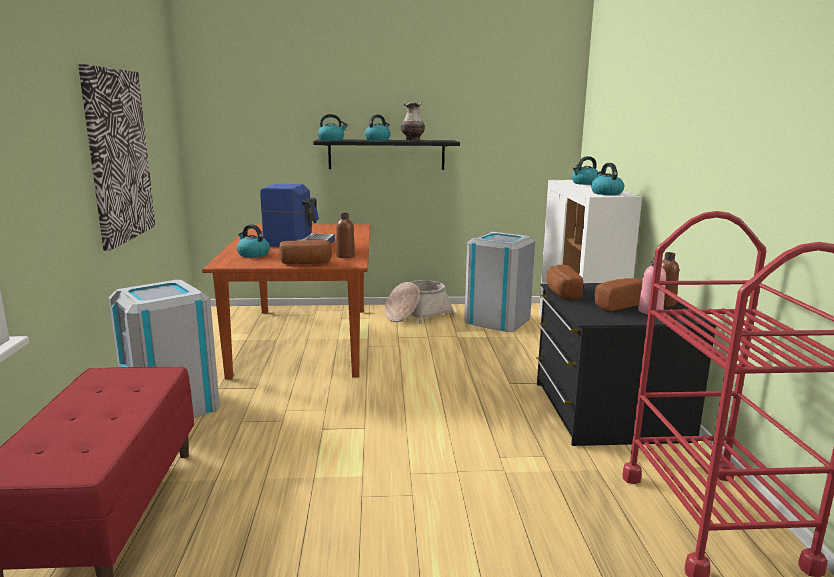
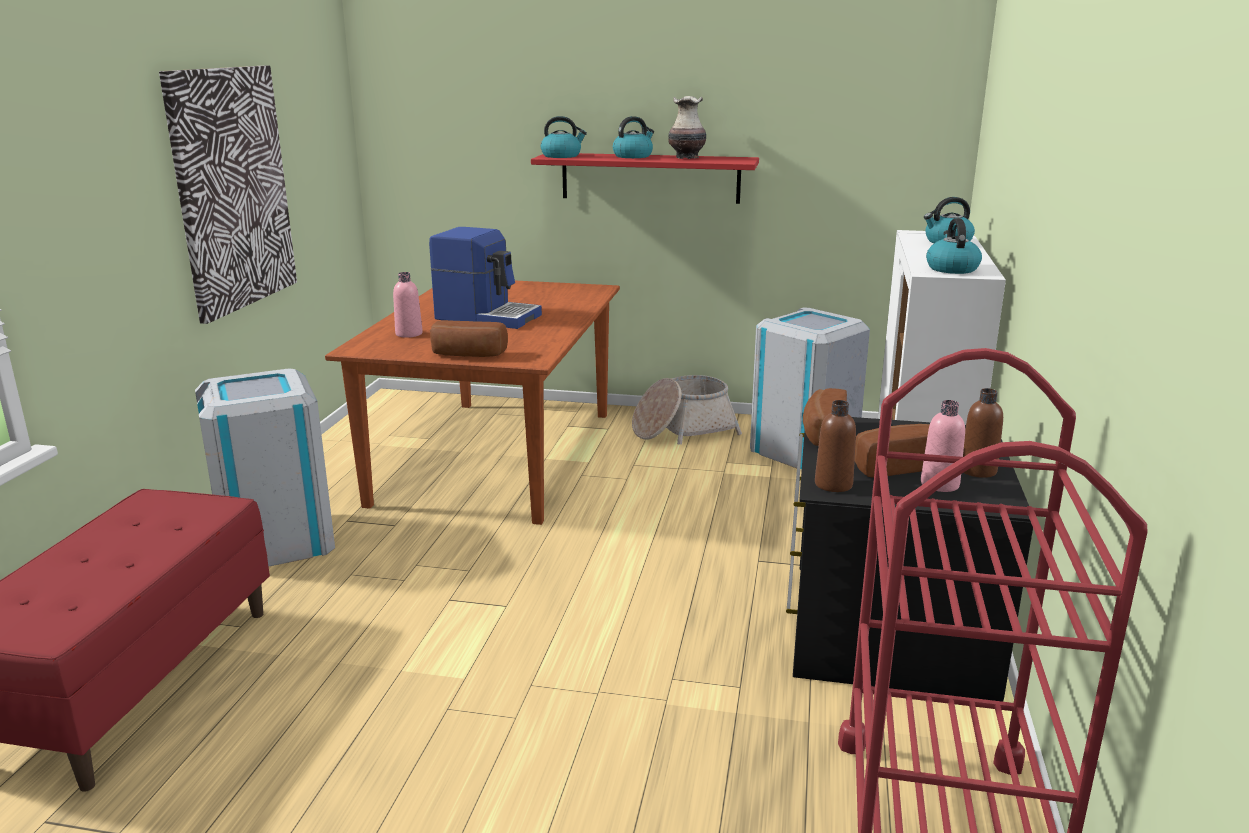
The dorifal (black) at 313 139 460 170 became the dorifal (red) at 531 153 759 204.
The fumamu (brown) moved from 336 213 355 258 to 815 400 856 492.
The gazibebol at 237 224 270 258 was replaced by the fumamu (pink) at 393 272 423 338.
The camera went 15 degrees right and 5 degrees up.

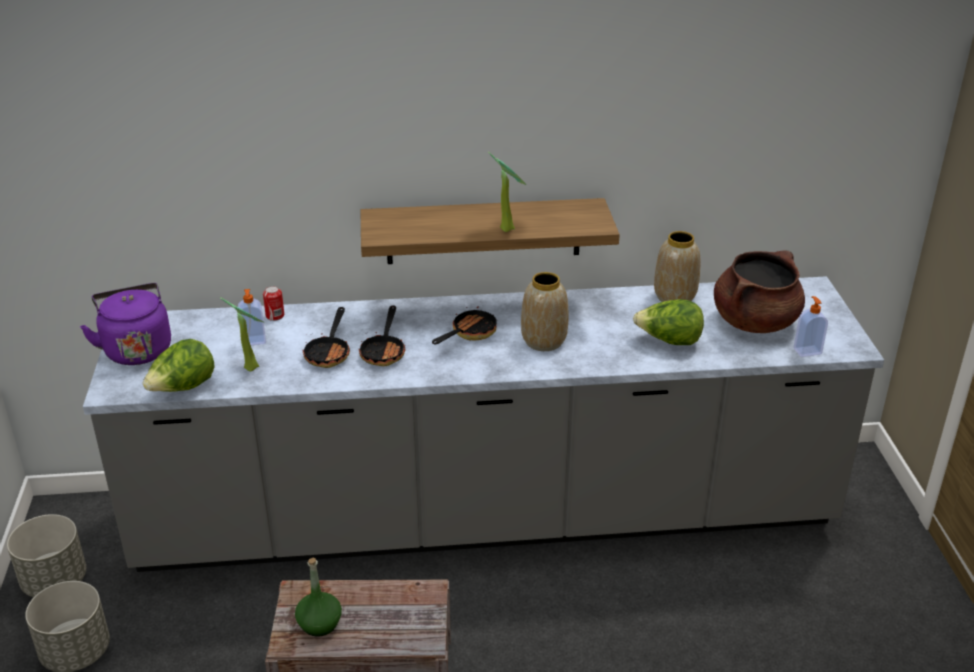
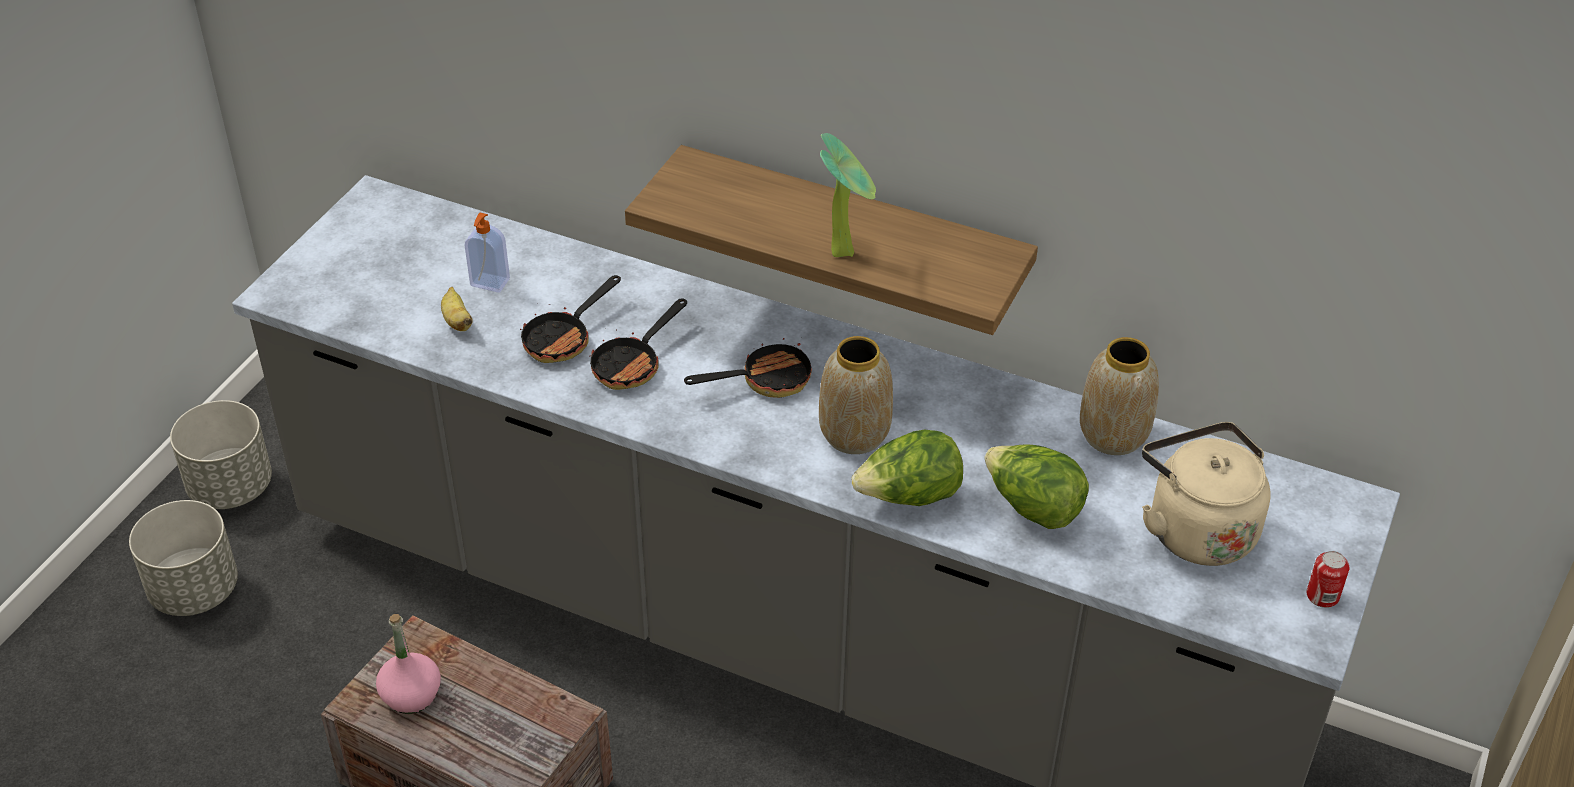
The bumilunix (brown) at 714 251 805 333 was replaced by the gazibebol (beige) at 1142 422 1271 566.
The gazibebol (purple) at 80 283 171 365 disappeared.
The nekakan moved from 263 286 284 321 to 1306 551 1349 608.
The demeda at 794 296 828 357 disappeared.
The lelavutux at 220 297 263 372 was replaced by the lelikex at 441 287 473 331.
The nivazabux moved from 143 339 214 392 to 852 430 963 506.
The fumamu (green) at 295 558 342 637 became the fumamu (pink) at 376 614 441 714.
The camera went 30 degrees right and 10 degrees up.

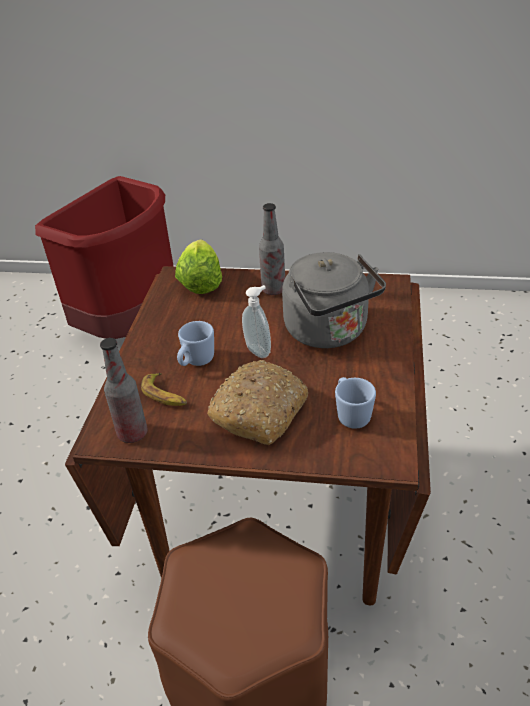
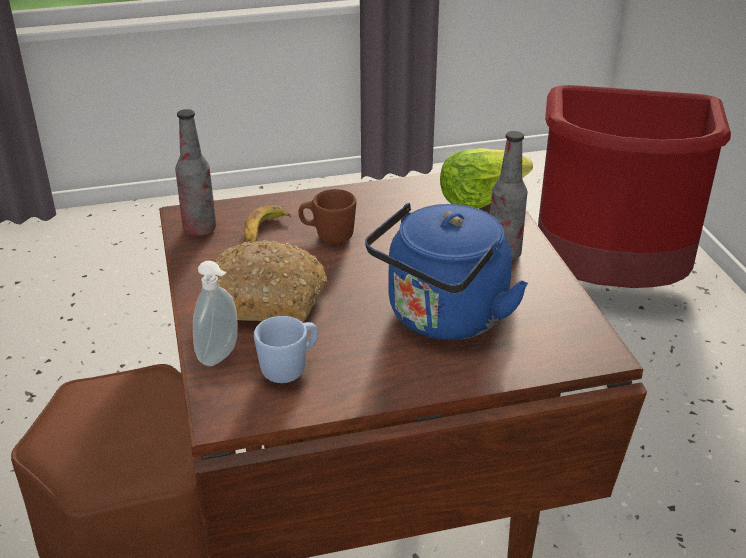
The gazibebol (grey) at 282 252 386 348 became the gazibebol (blue) at 365 203 528 340.
The demeda moved from 242 285 271 358 to 193 261 238 366.
The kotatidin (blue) at 177 321 214 366 became the kotatidin (brown) at 298 189 356 244.
The camera went 65 degrees right and 5 degrees down.

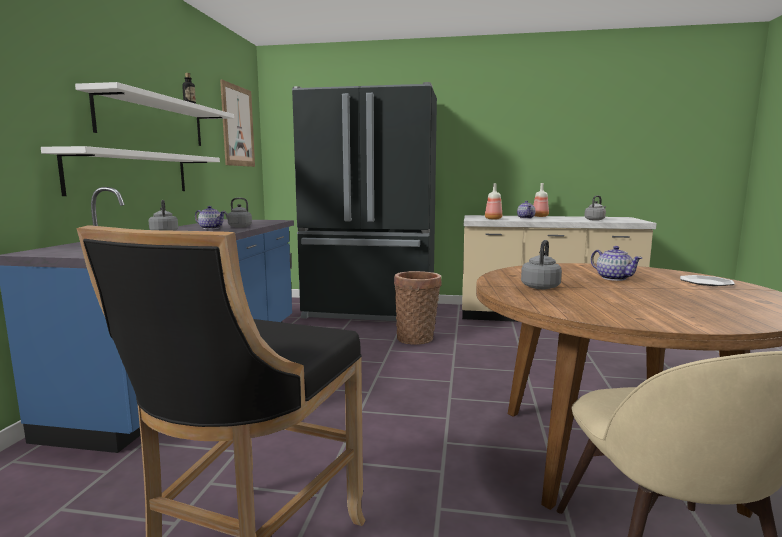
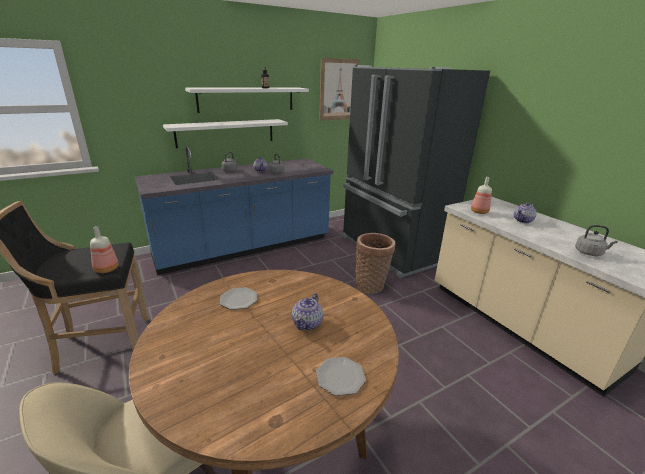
The fumamu moved from 533 183 549 217 to 90 226 119 273.
The gazibebol (grey) at 521 240 562 289 was replaced by the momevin at 220 287 257 310.
The camera went 50 degrees right and 15 degrees up.

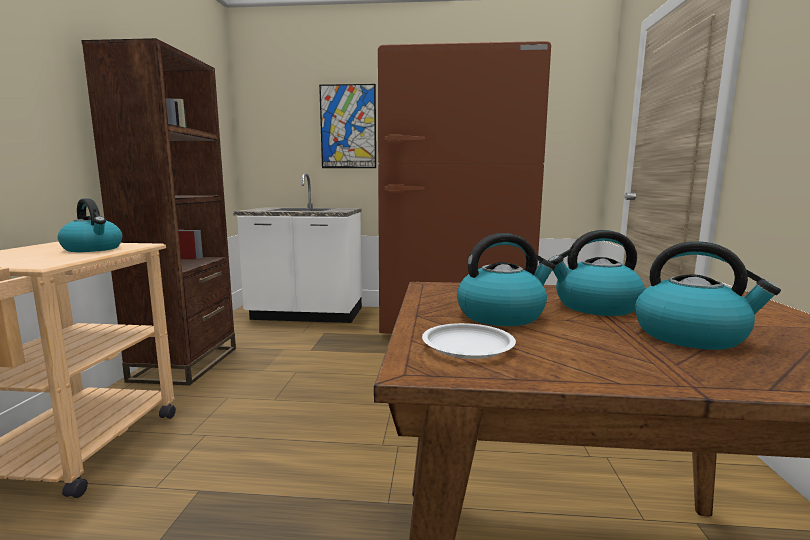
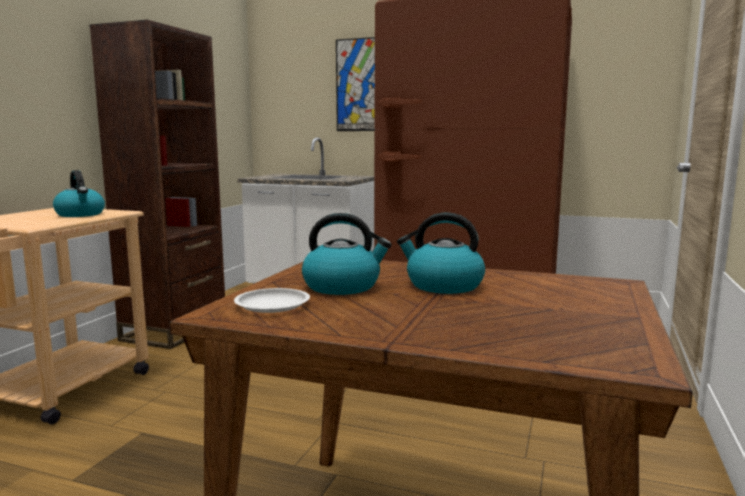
The gazibebol at 635 241 781 350 disappeared.
The camera went 15 degrees right and 0 degrees up.

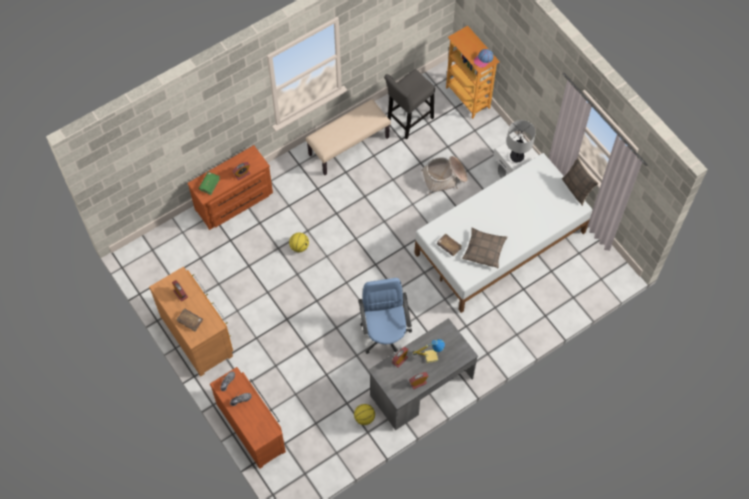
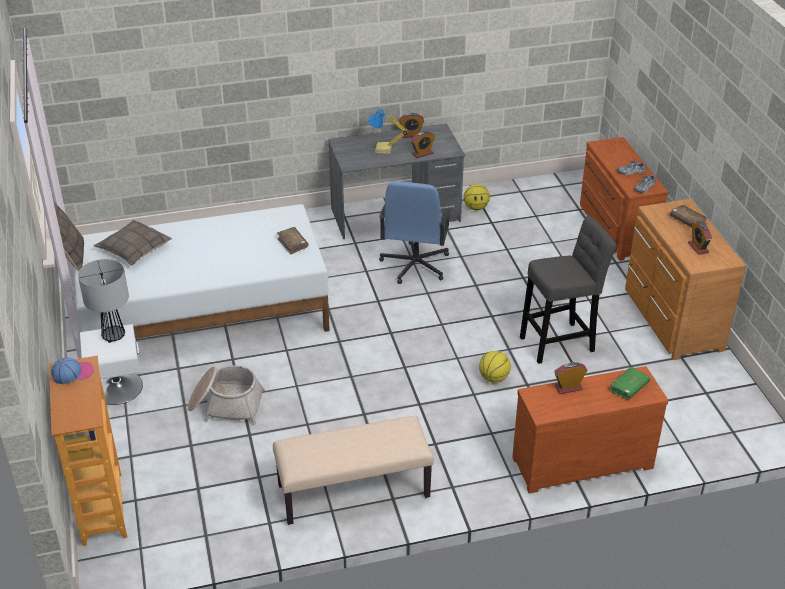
The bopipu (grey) moved from 384 69 435 139 to 520 216 617 364.
The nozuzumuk moved from 462 227 507 268 to 94 220 172 266.
The camera went 160 degrees left and 25 degrees down.

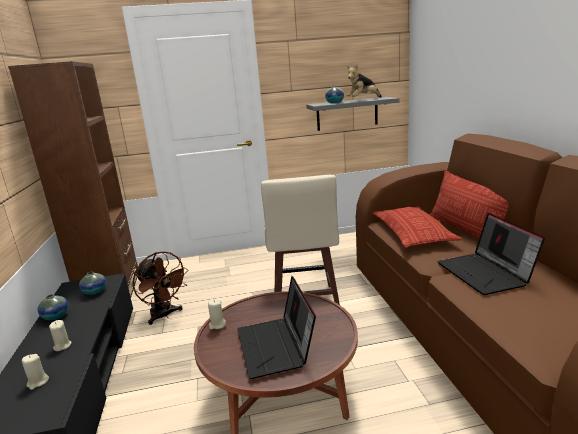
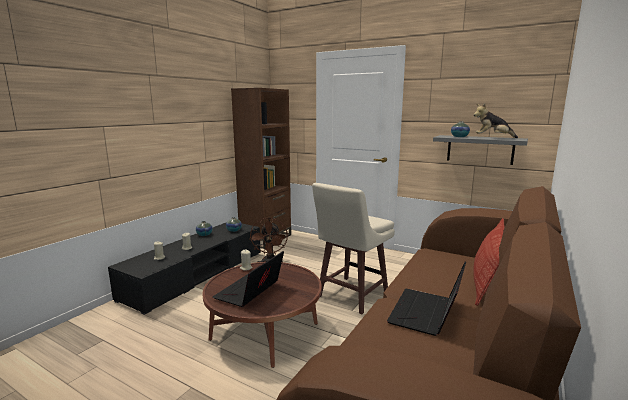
The nozuzumuk at 373 206 462 248 disappeared.
The camera went 40 degrees right and 5 degrees down.

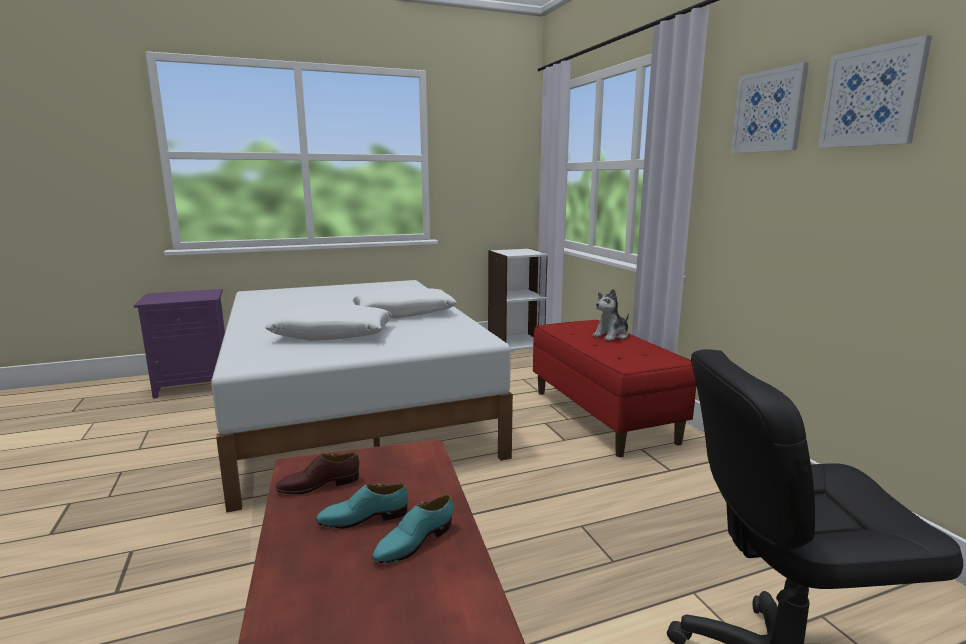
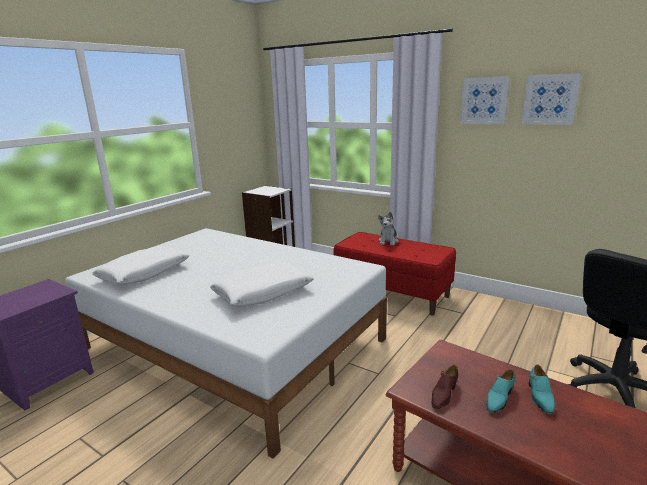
The nozuzumuk (white) moved from 353 287 457 319 to 92 247 190 285.
The camera went 35 degrees left and 5 degrees up.

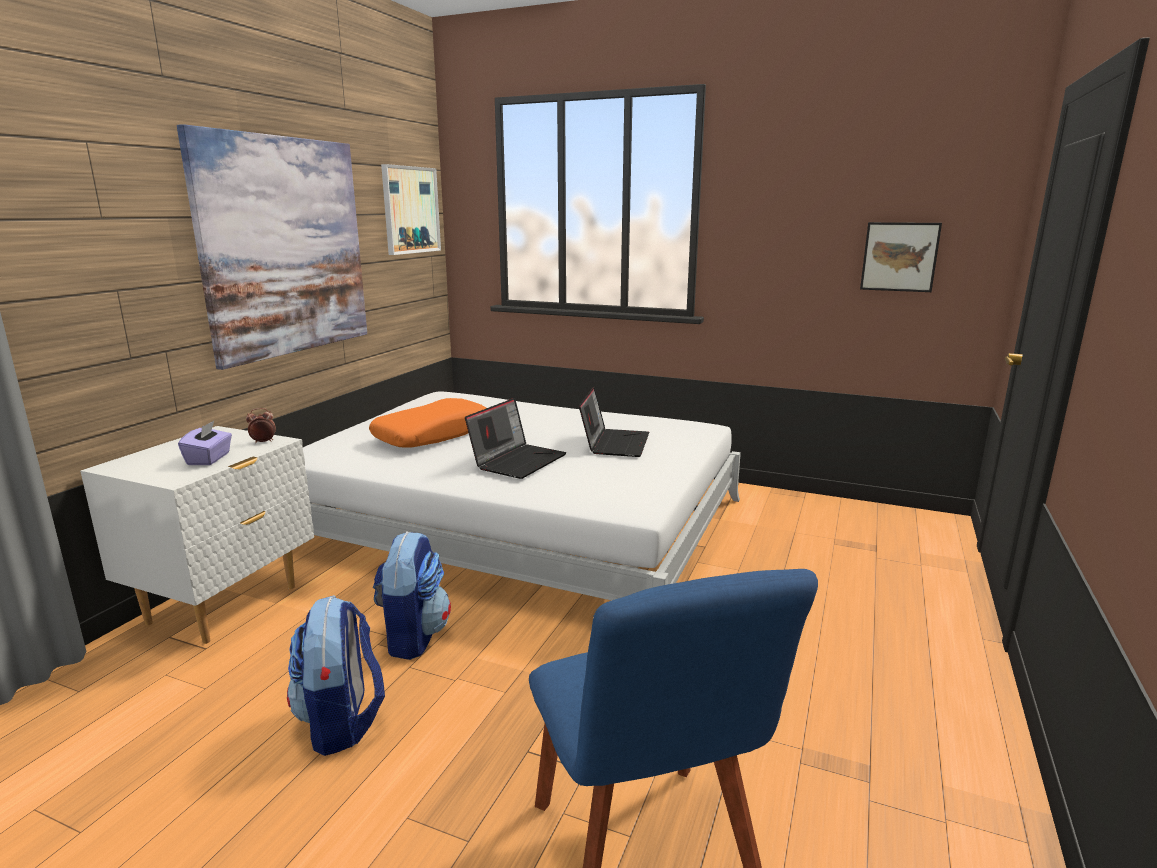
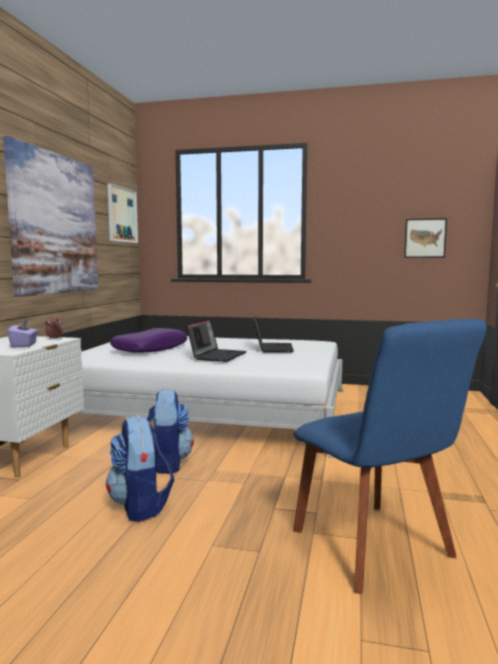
The nozuzumuk (orange) at 369 398 486 447 became the nozuzumuk (purple) at 110 328 187 353.
The camera went 10 degrees left and 10 degrees down.

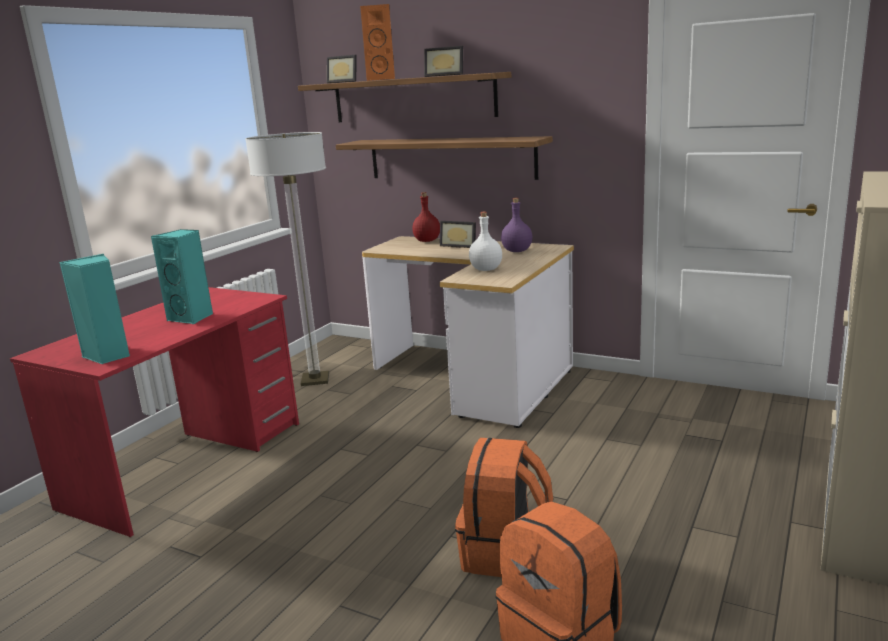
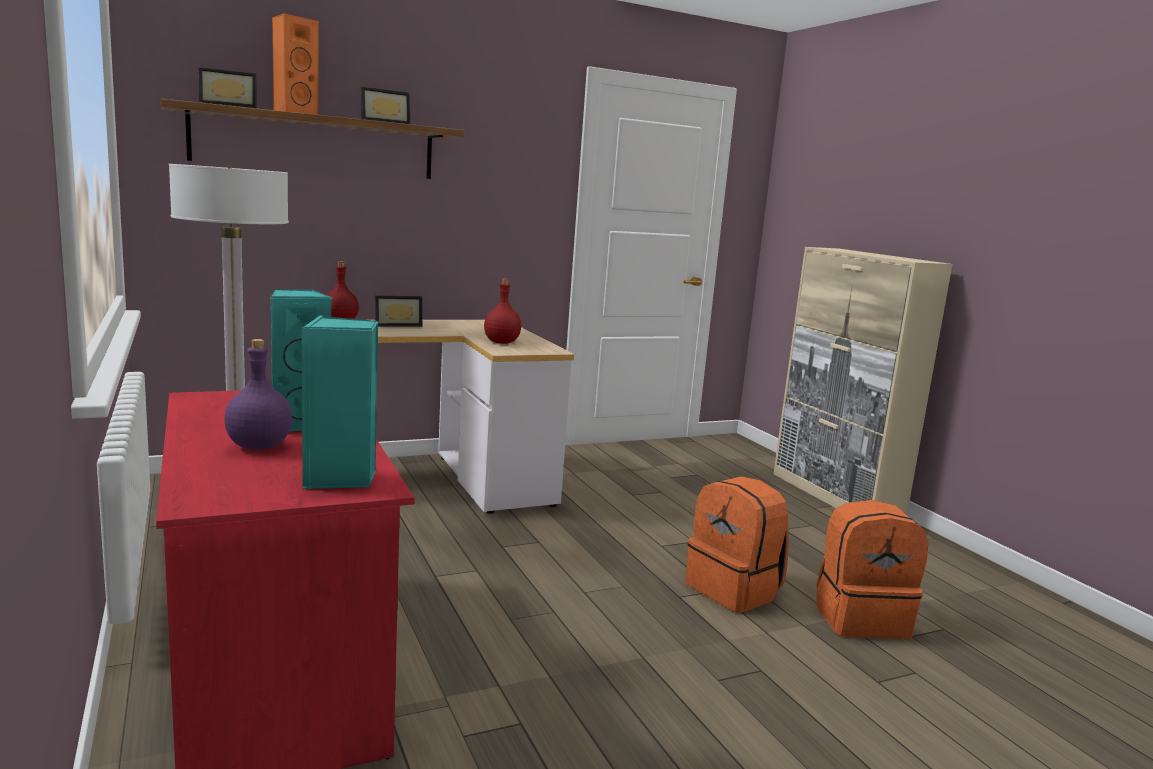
The dorifal at 336 136 553 180 disappeared.
The fumamu (purple) moved from 501 198 532 252 to 224 339 292 450.
The fumamu (white) at 469 212 502 271 became the fumamu (red) at 484 279 521 344.
The camera went 55 degrees left and 5 degrees down.

